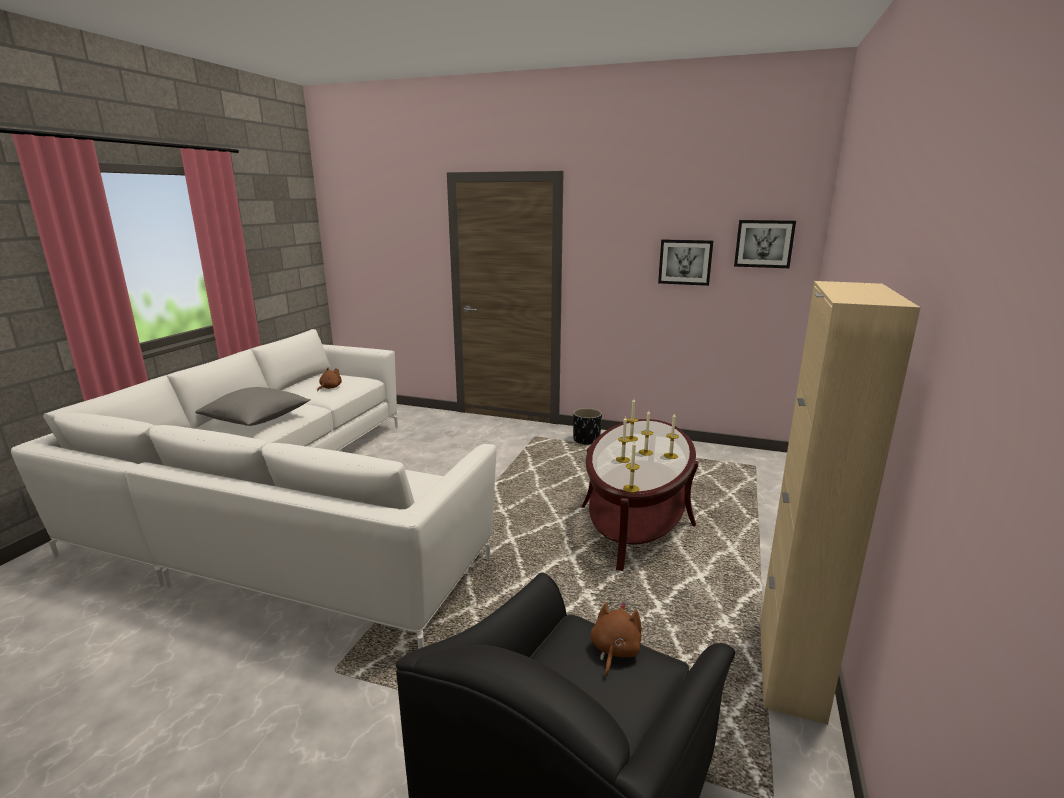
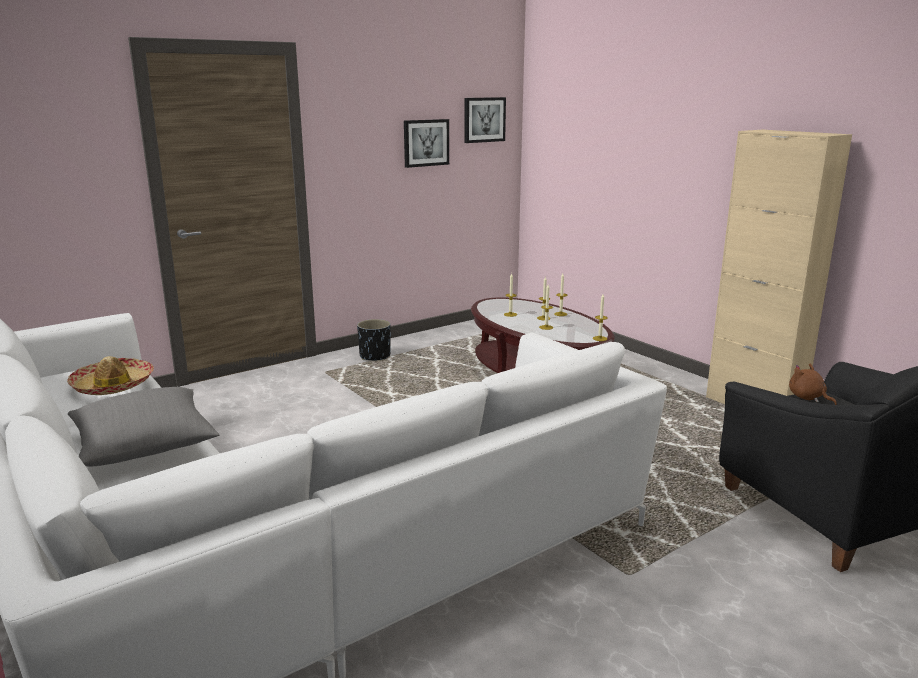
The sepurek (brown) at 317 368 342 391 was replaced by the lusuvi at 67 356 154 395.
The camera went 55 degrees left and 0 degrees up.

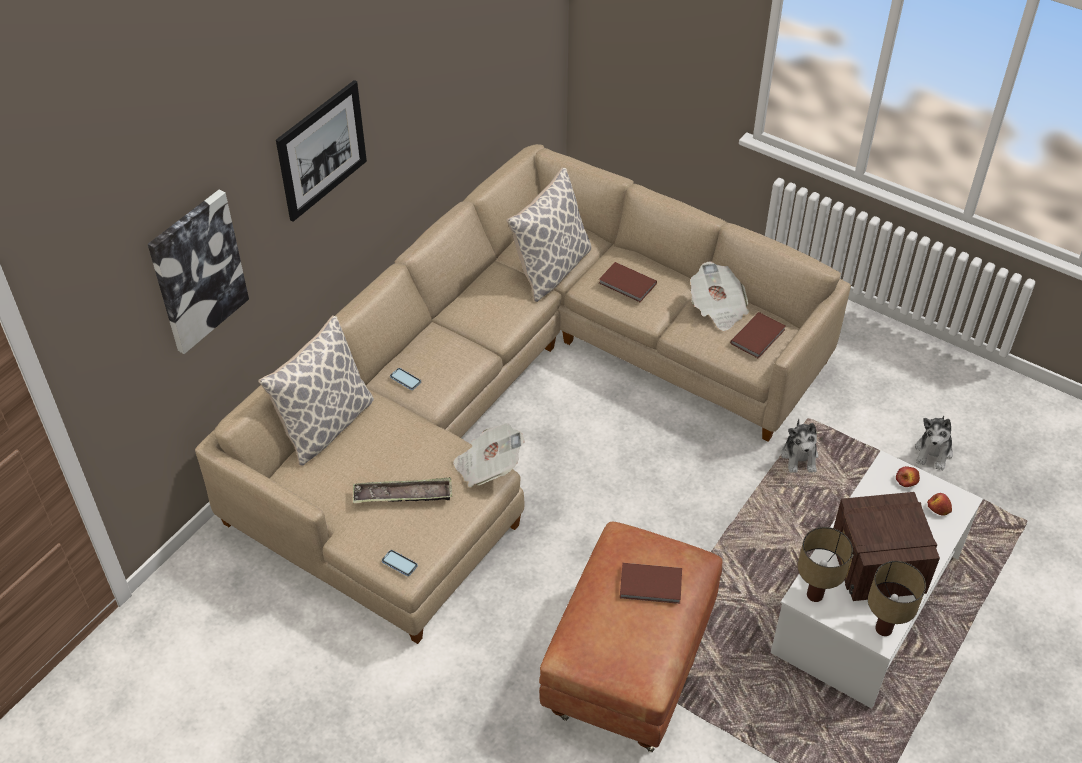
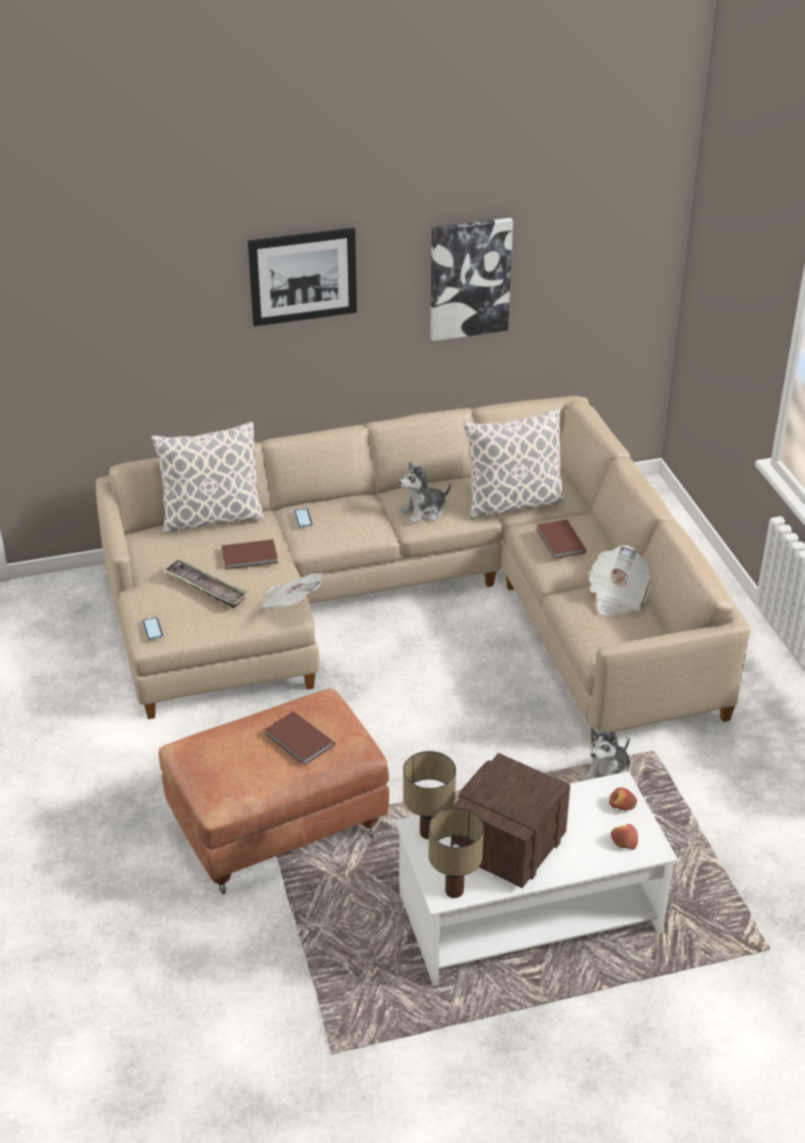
The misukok moved from 148 190 249 354 to 430 218 513 341.
The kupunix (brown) moved from 730 312 786 359 to 222 539 278 570.
The sepurek moved from 915 416 953 470 to 399 462 451 524.
The camera went 40 degrees right and 10 degrees down.

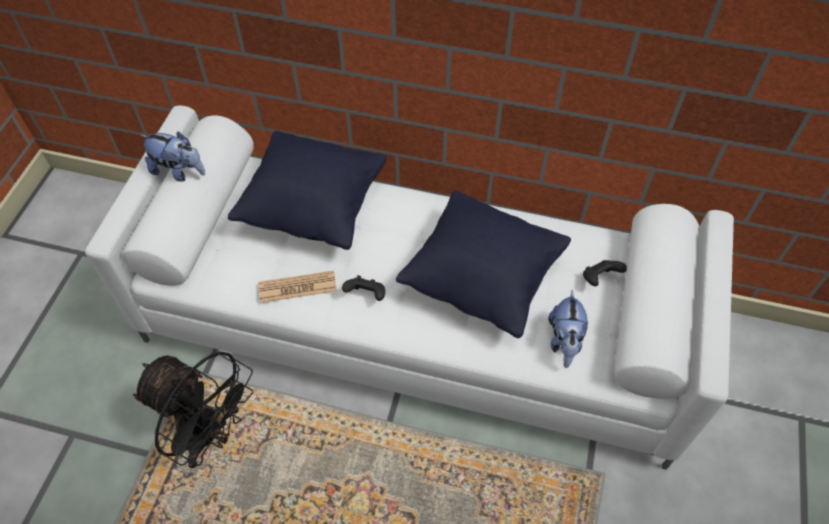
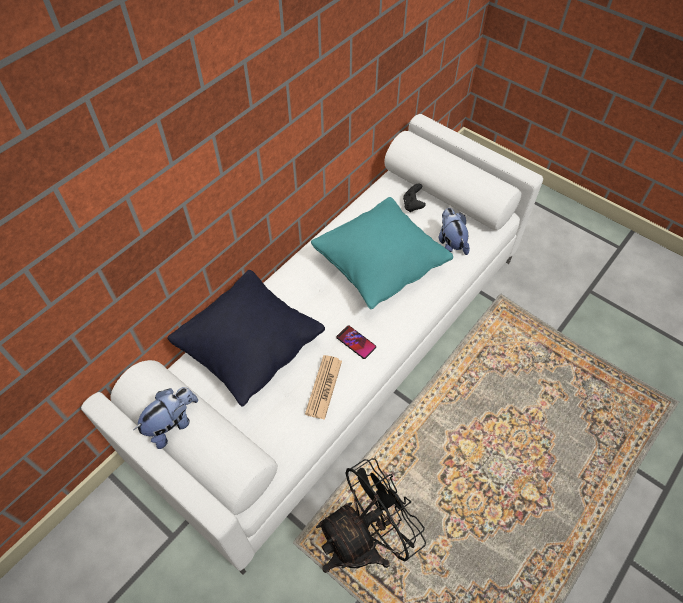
The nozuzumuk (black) at 396 190 571 338 became the nozuzumuk (turquoise) at 311 197 453 309.
The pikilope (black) at 342 275 385 301 was replaced by the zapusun at 337 325 376 359.
The sepurek at 548 290 588 368 turned 135 degrees counterclockwise.
The camera went 65 degrees left and 0 degrees up.

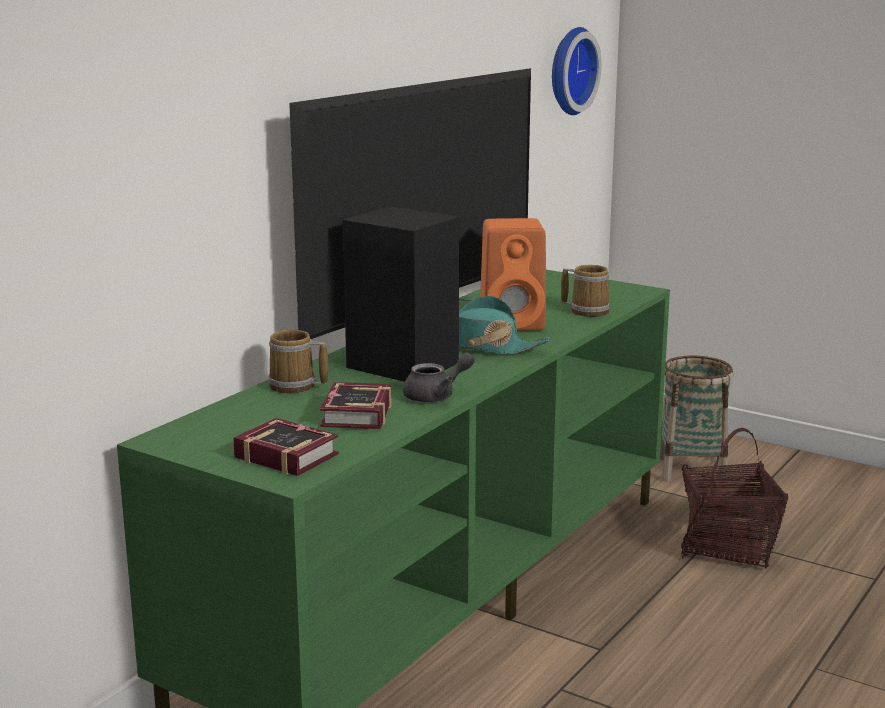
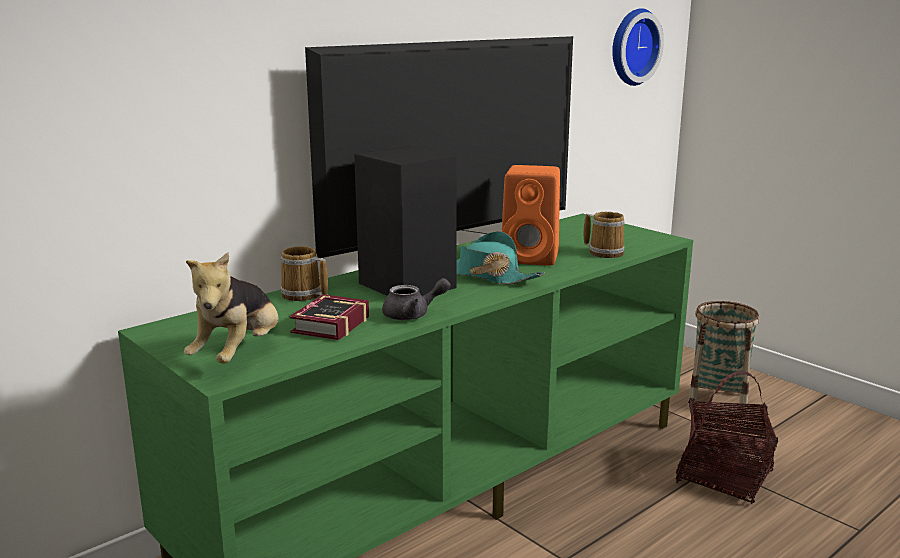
The kupunix at 233 418 339 476 was replaced by the sepurek at 184 252 279 364.
The camera went 15 degrees right and 0 degrees up.

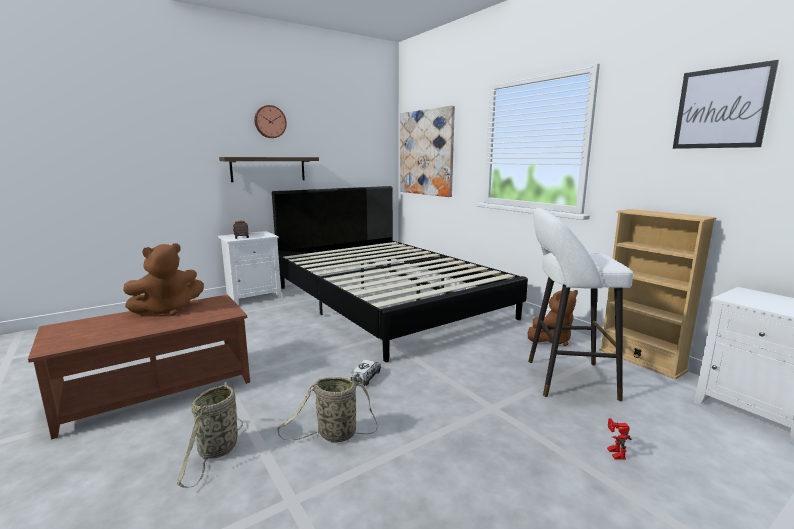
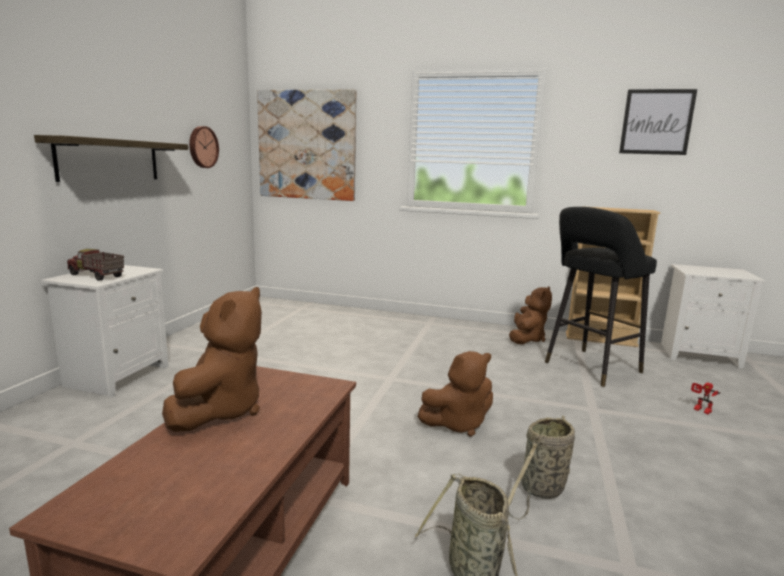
The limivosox moved from 254 105 287 138 to 189 126 219 168.
The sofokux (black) at 272 186 528 362 disappeared.
The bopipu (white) at 528 208 633 401 became the bopipu (black) at 545 207 657 387.
The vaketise at 351 360 381 386 was replaced by the sepurek (brown) at 417 351 493 437.
The camera went 40 degrees left and 0 degrees up.

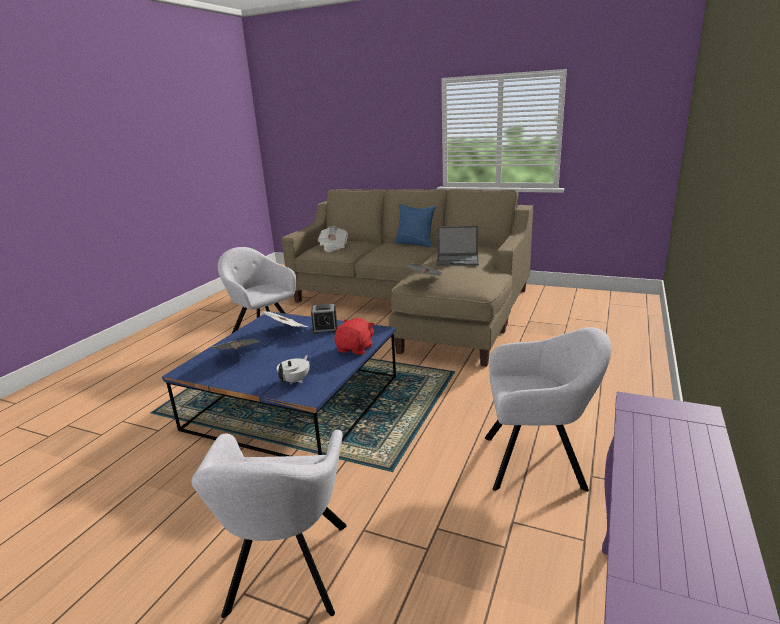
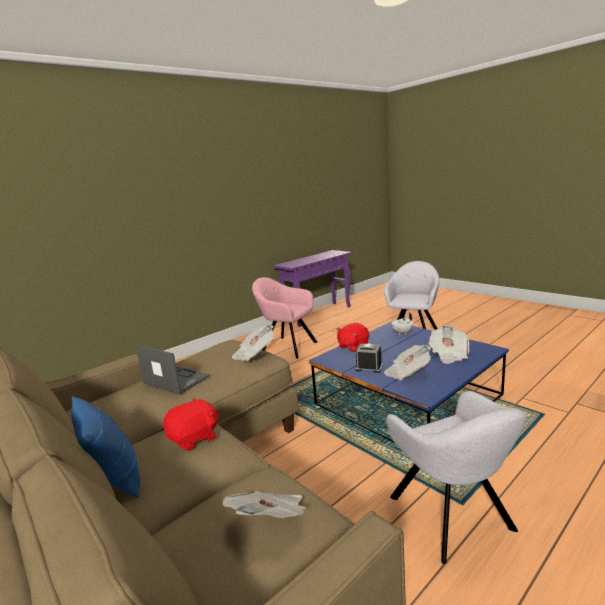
The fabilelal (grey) at 485 327 611 492 became the fabilelal (pink) at 252 277 317 359.
The sepurek (red) at 163 397 219 451 appeared.
The camera went 155 degrees left and 5 degrees down.

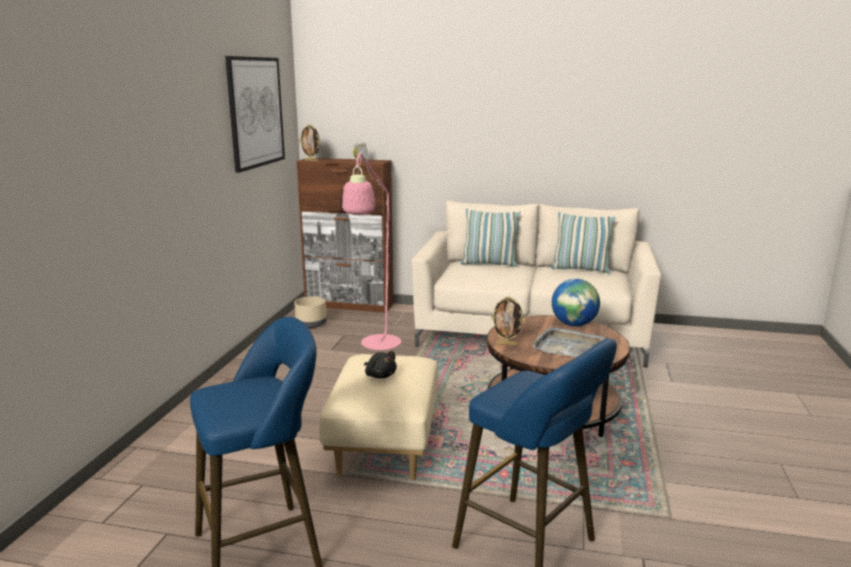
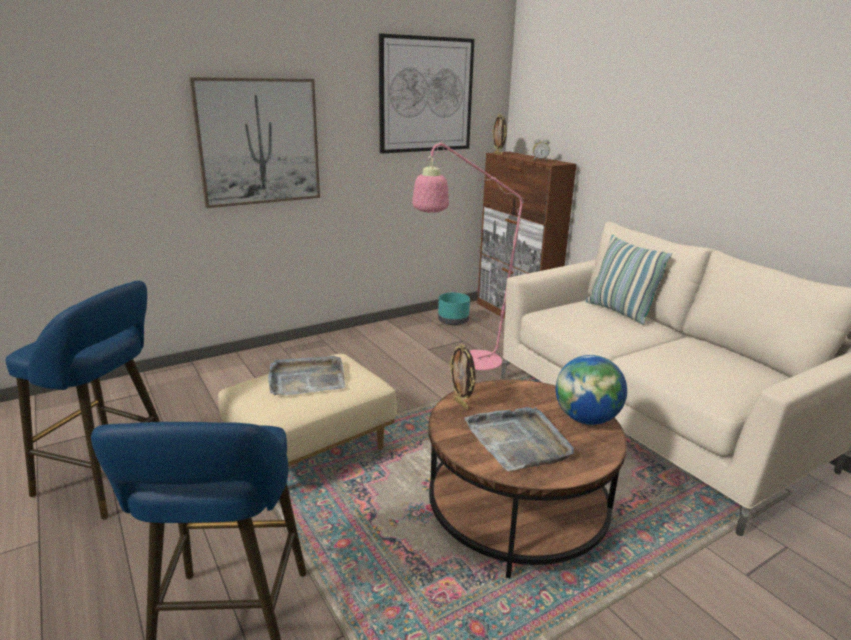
The nozuzumuk at 551 212 616 273 disappeared.
The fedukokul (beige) at 294 296 326 328 became the fedukokul (turquoise) at 438 293 470 325.
The sepurek (black) at 364 351 397 379 was replaced by the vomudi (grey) at 268 356 346 395.
The misukok at 189 77 320 208 appeared.
The camera went 45 degrees right and 5 degrees up.

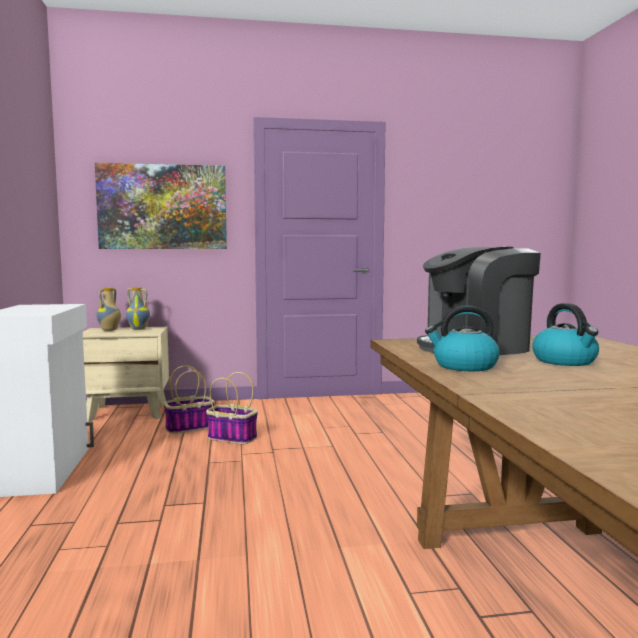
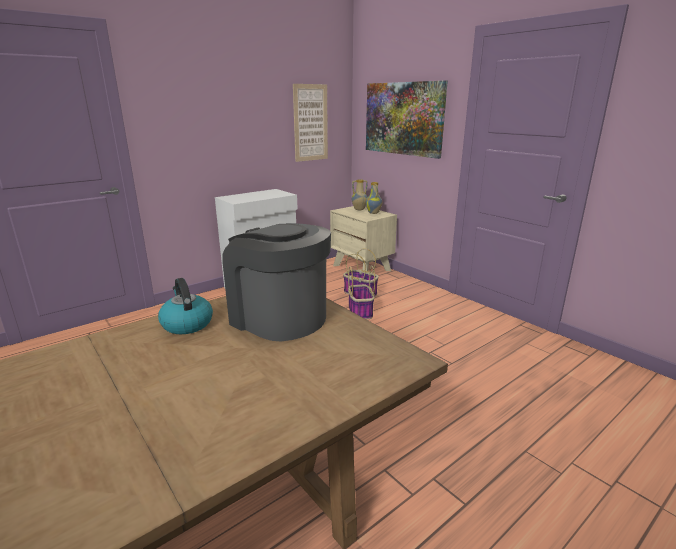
The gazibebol at 532 303 599 366 disappeared.
The misukok at 293 84 328 162 appeared.
The camera went 60 degrees right and 15 degrees up.

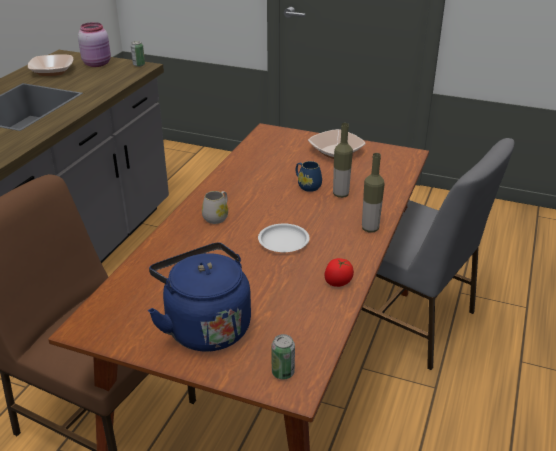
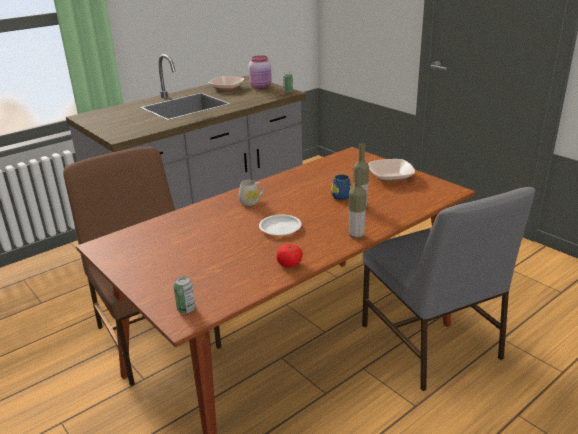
The gazibebol (blue) at 148 242 251 352 disappeared.
The camera went 30 degrees right and 5 degrees down.

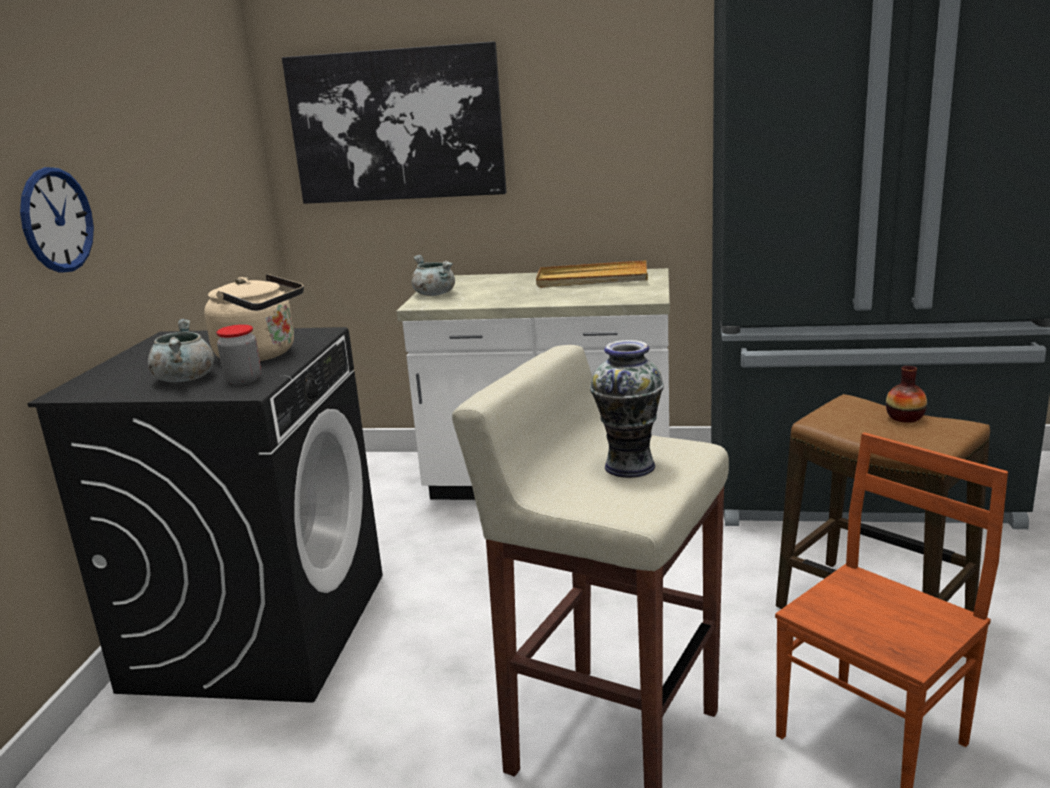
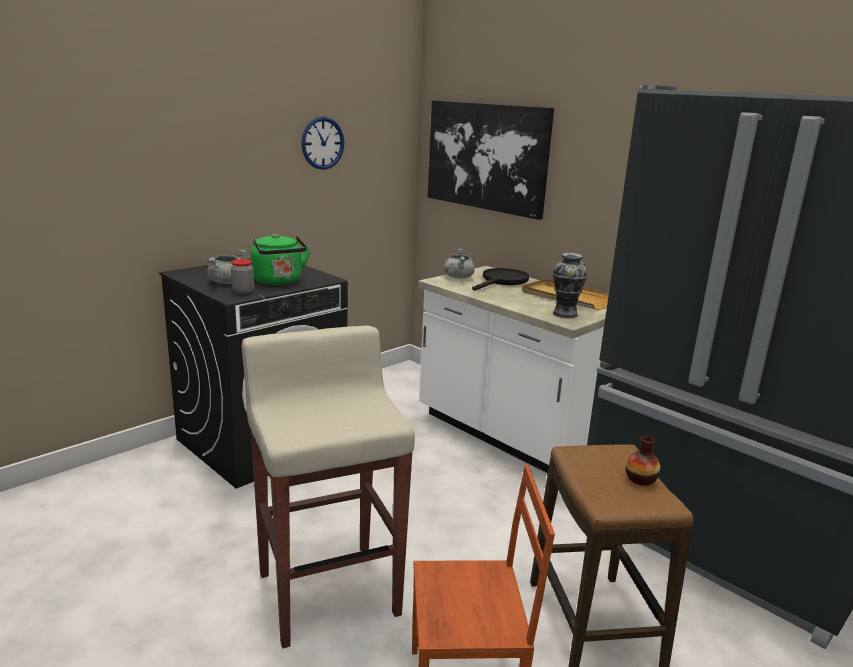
The limivosox moved from 20 167 94 273 to 301 117 344 170.
The gazibebol (beige) at 204 274 304 361 became the gazibebol (green) at 251 233 310 285.
The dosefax moved from 590 340 664 478 to 552 253 588 318.
The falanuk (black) at 472 268 529 291 appeared.
The camera went 35 degrees right and 0 degrees up.

